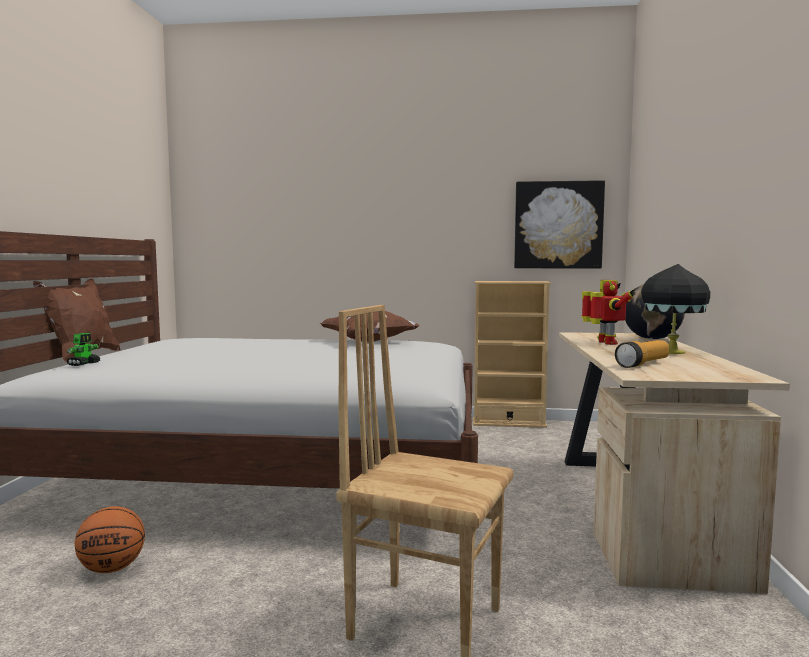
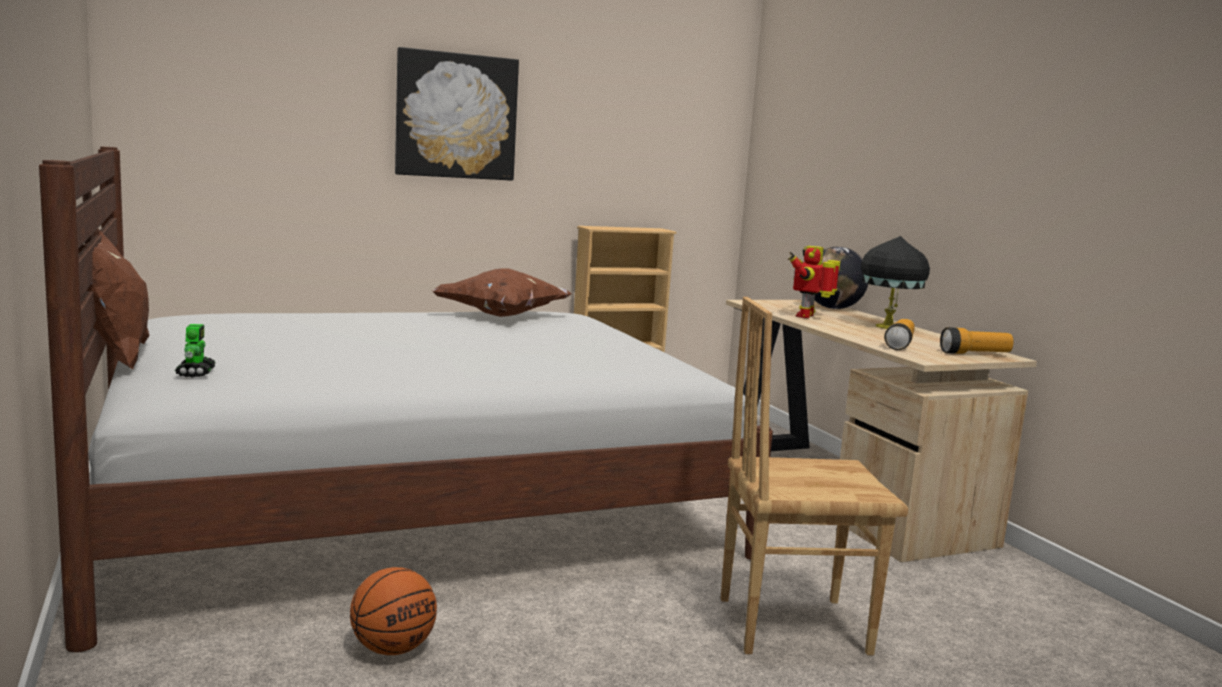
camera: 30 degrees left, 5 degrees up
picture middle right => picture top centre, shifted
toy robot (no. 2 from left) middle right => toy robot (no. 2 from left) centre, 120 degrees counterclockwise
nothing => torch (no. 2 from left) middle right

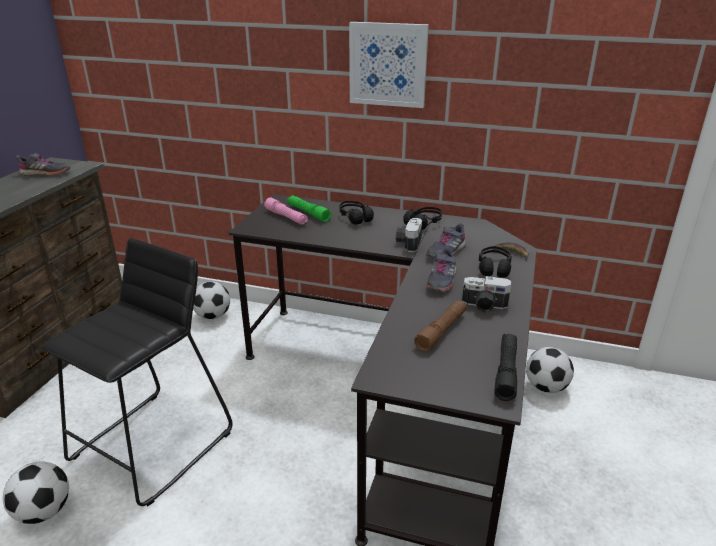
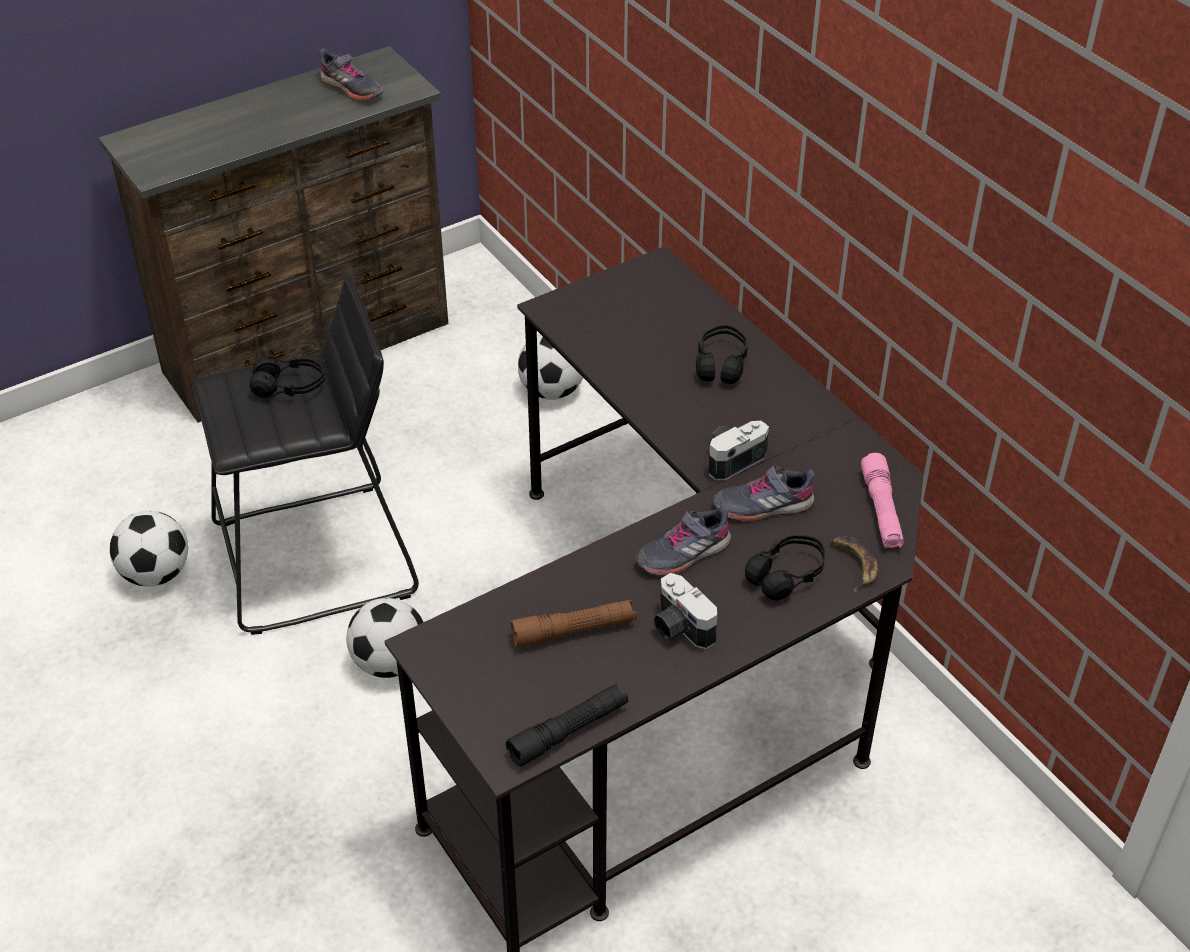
camera: 40 degrees right, 15 degrees up
pinkish torch centre => pinkish torch middle right, shifted
greenish torch centre => nothing
picture top centre => nothing
black pair of headphones (no. 2 from left in the first image) centre => black pair of headphones (no. 1 from left) middle left, shifted
football (no. 3 from left in the first image) bottom right => football (no. 2 from left) bottom left, shifted

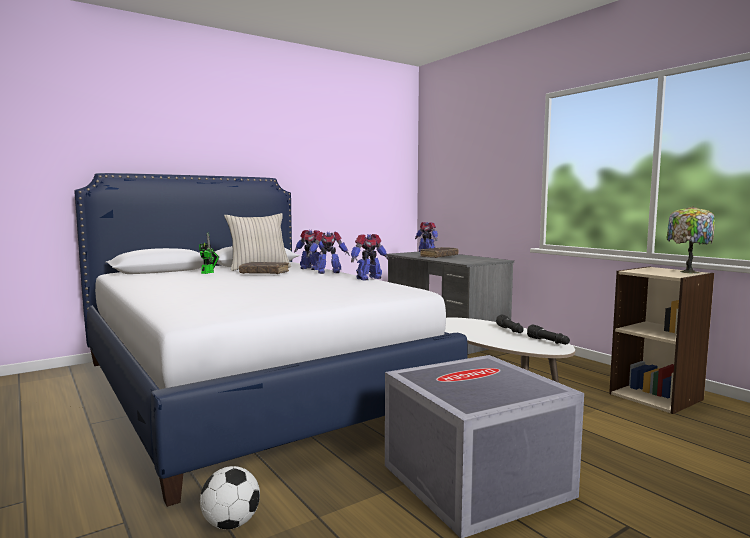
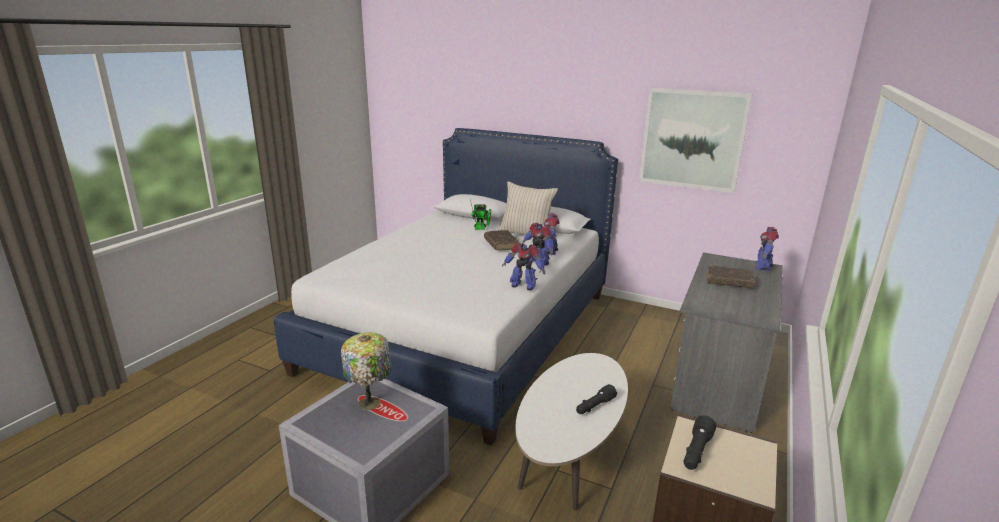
camera: 60 degrees right, 15 degrees up
football bottom left => nothing
black torch (no. 2 from left) middle right => black torch (no. 2 from left) bottom right, shifted
tabletop lamp middle right => tabletop lamp bottom centre, shifted
nothing => picture top right

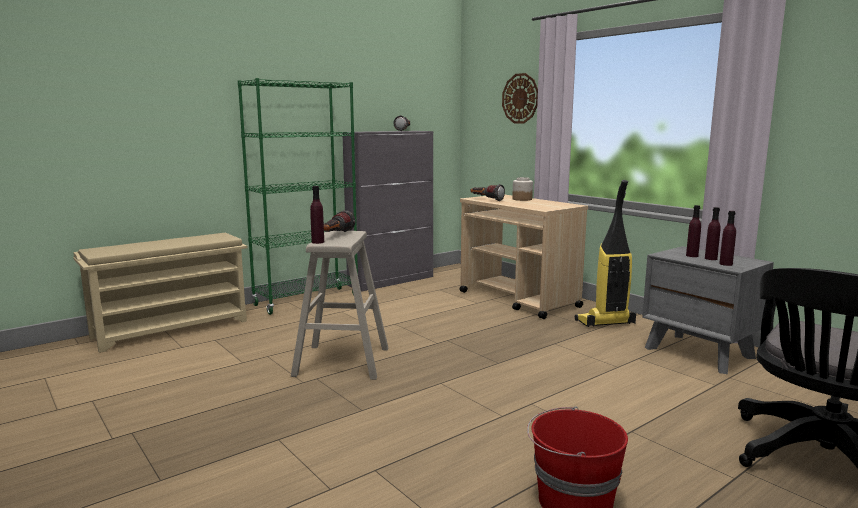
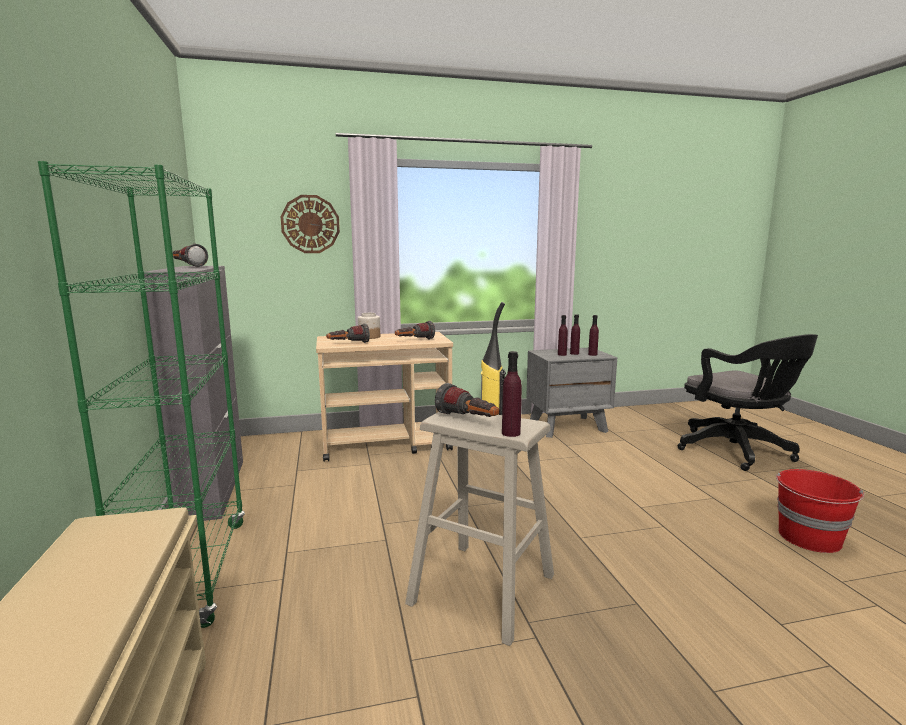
camera: 65 degrees left, 0 degrees up
nothing => torch (no. 3 from left) centre

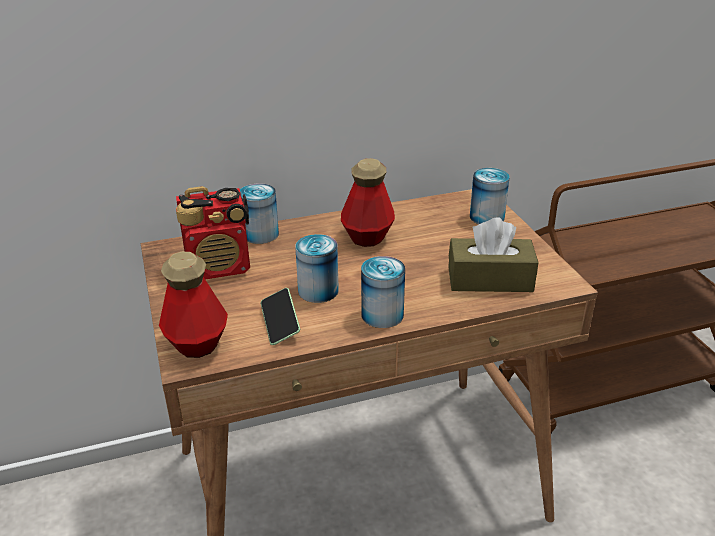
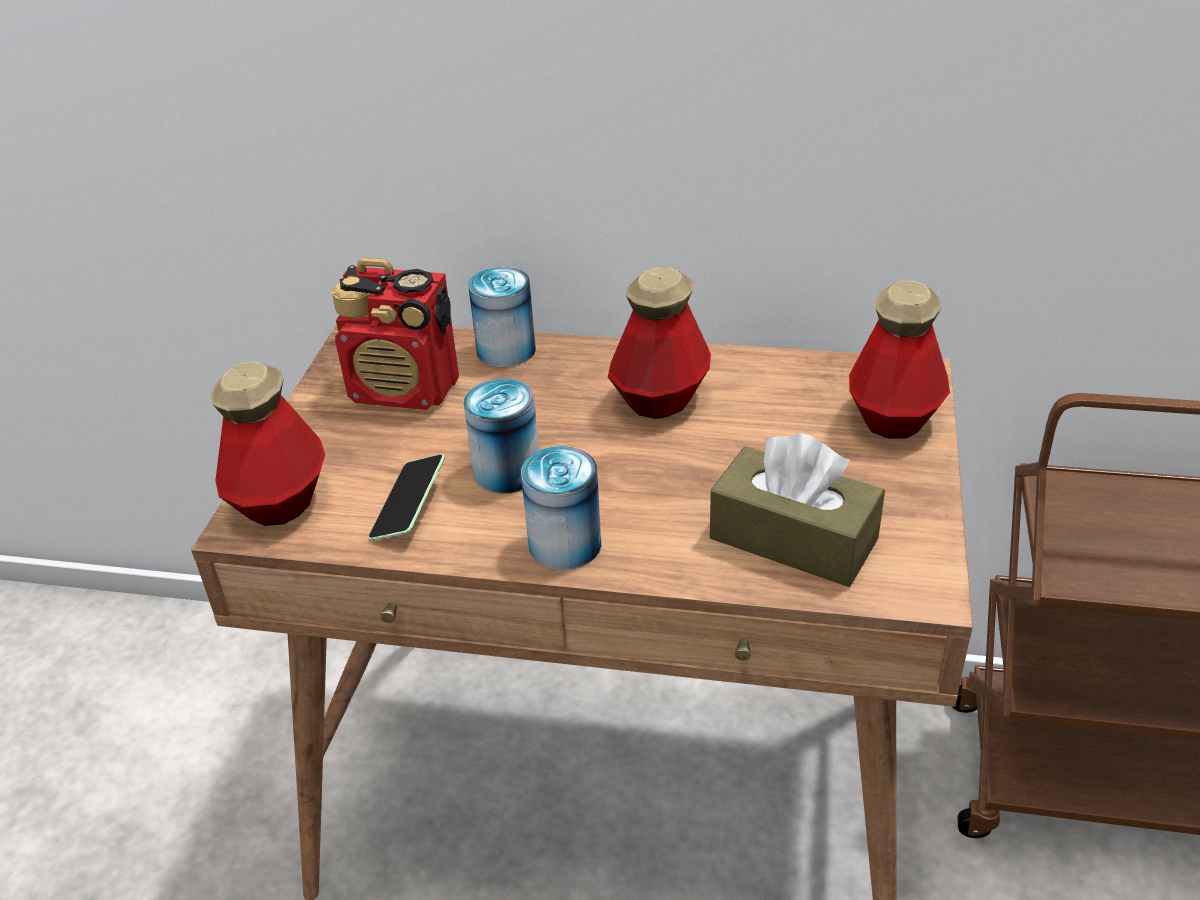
camera: 30 degrees right, 5 degrees up
sealed can (no. 4 from left) middle right => bottle (no. 3 from left) middle right

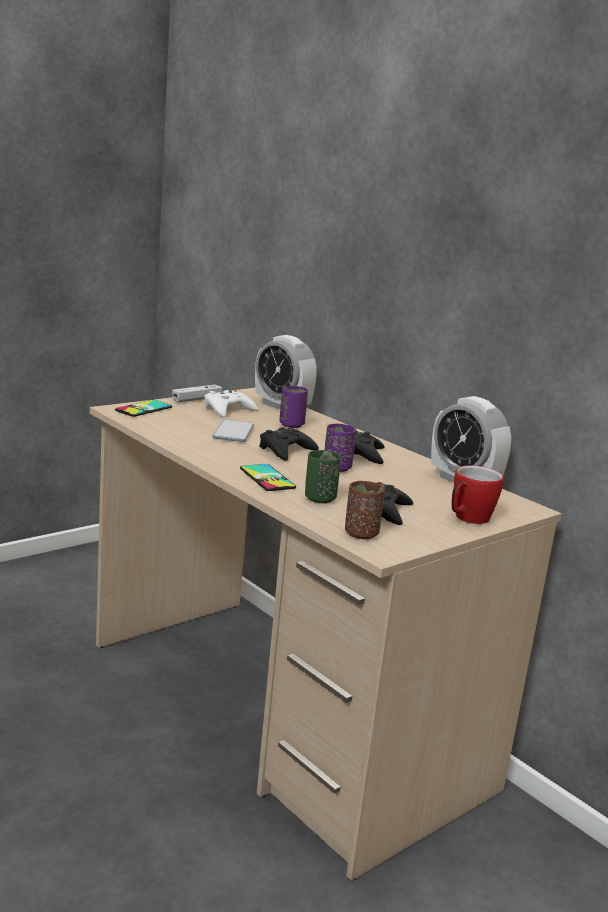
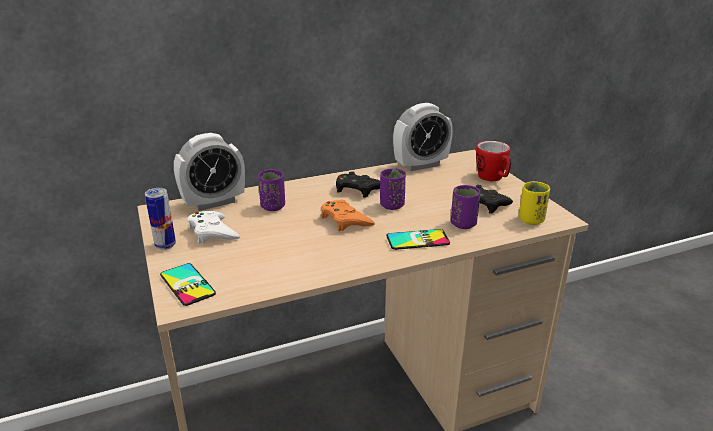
camera: 70 degrees left, 10 degrees up
whitish gamepad (no. 1 from left) middle left => sealed can middle left
phone (no. 2 from left) centre => nothing
black gamepad (no. 1 from left) centre => orange-coloured gamepad centre
greenish small cup centre => purplish small cup (no. 3 from left) centre
brownish small cup centre => yellow-coloured small cup middle right

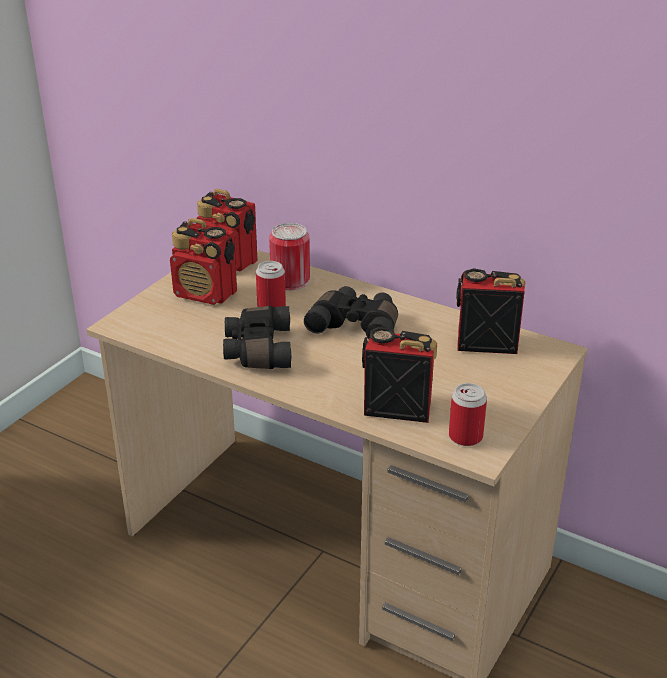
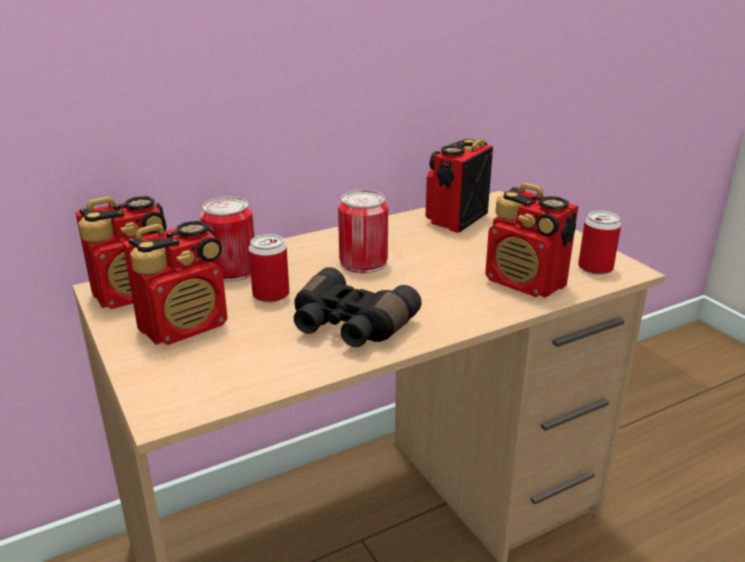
camera: 60 degrees left, 5 degrees down
black pair of binoculars (no. 2 from left) centre => sealed can (no. 3 from left) centre
radio receiver (no. 3 from left in the first image) centre => radio receiver (no. 4 from left) middle right, 90 degrees counterclockwise

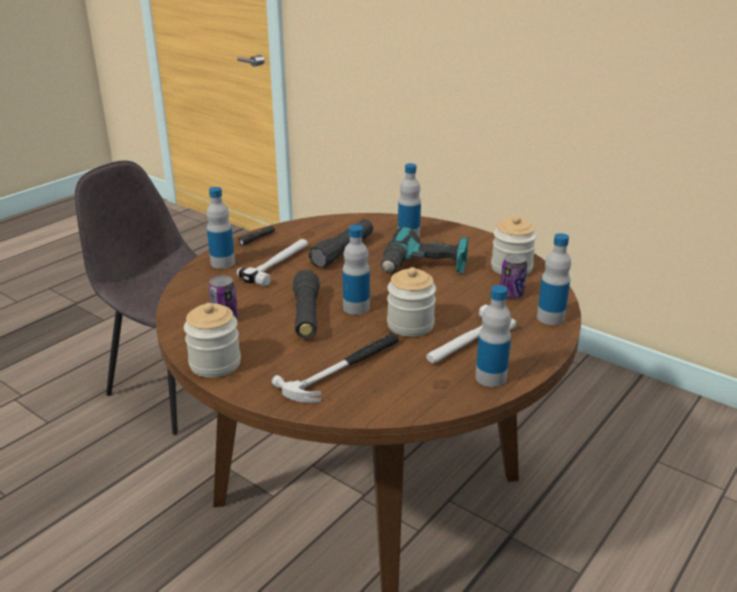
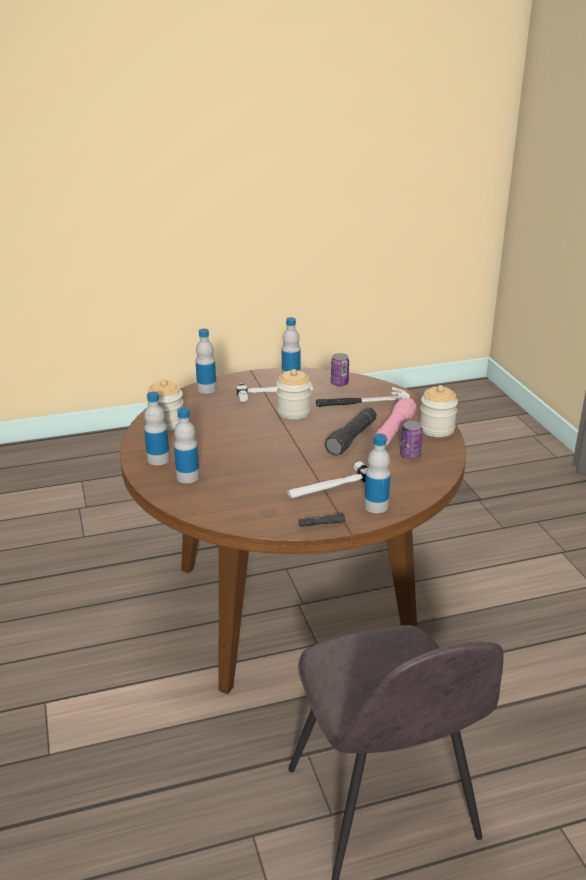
camera: 145 degrees left, 0 degrees up
black torch (no. 3 from left) centre => nothing
bottle (no. 2 from left in the first image) centre => bottle (no. 1 from left) middle left, shifted
drill centre => nothing
sealed can (no. 2 from left in the first image) middle right => sealed can (no. 1 from left) centre, shifted
nothing => pinkish torch middle right

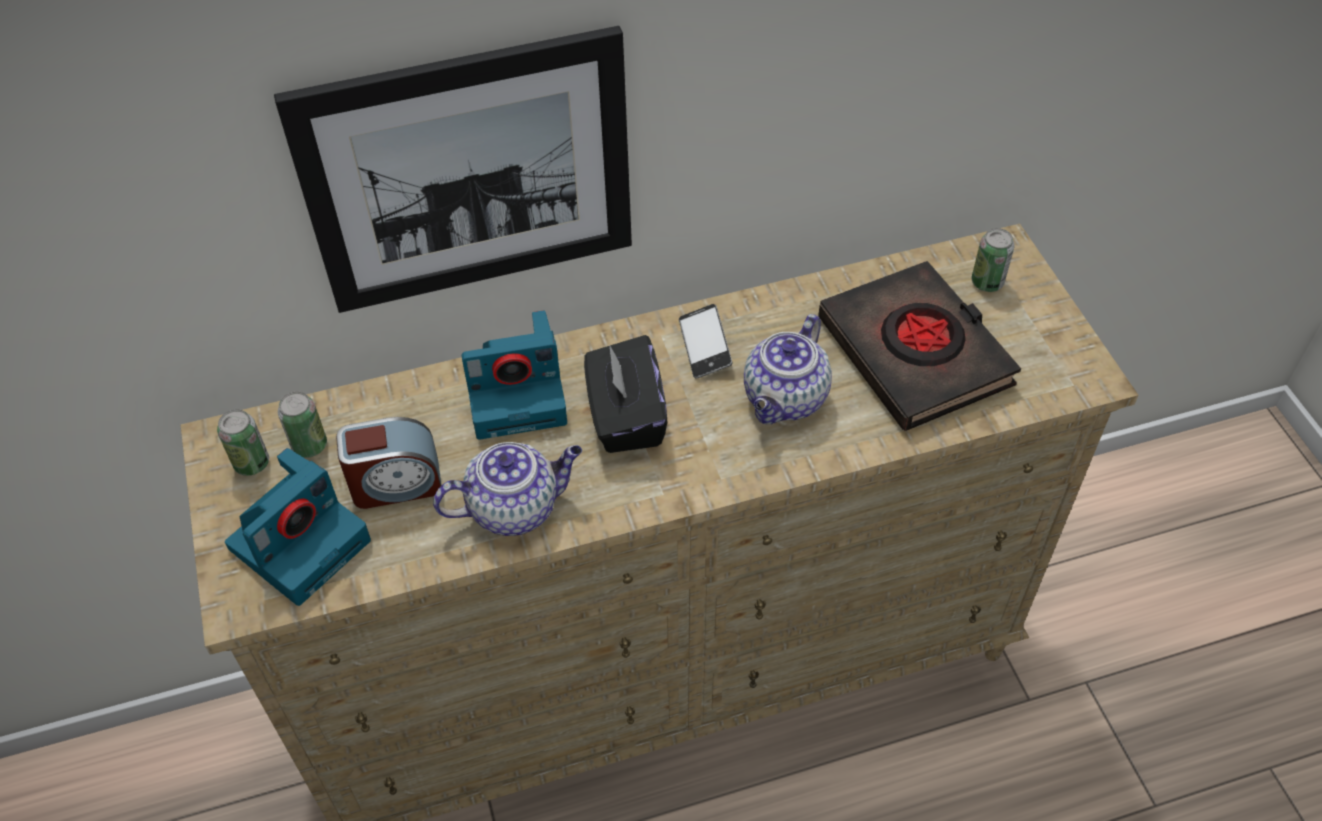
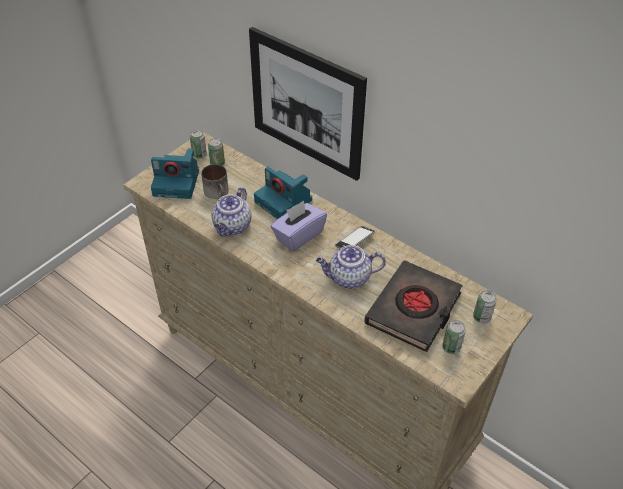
camera: 55 degrees right, 5 degrees down
table clock middle left => coffee mug centre
tea pot (no. 1 from left) centre, 75 degrees clockwise
black tissue box centre => purplish tissue box centre
nothing => sealed can (no. 3 from left) bottom right

